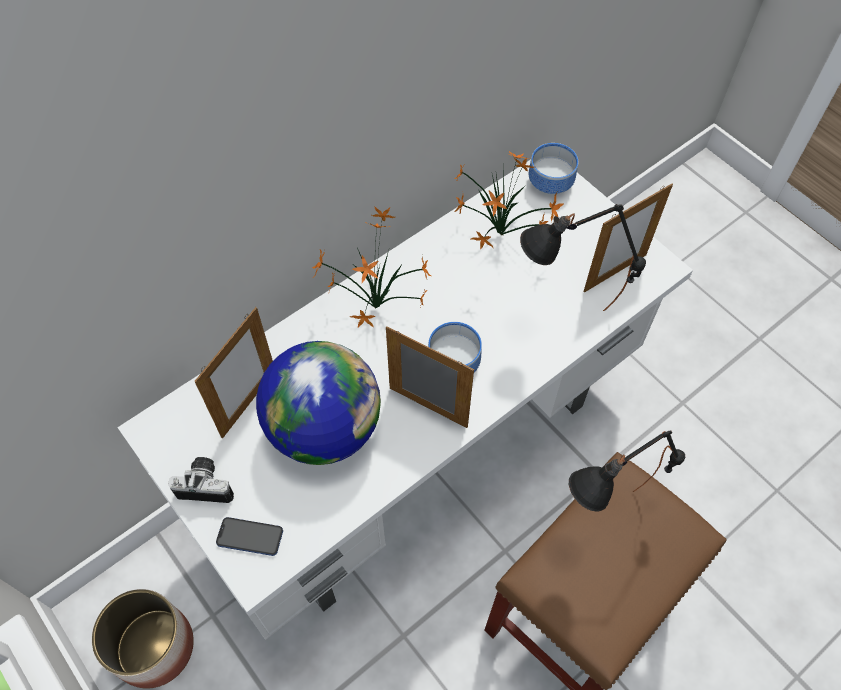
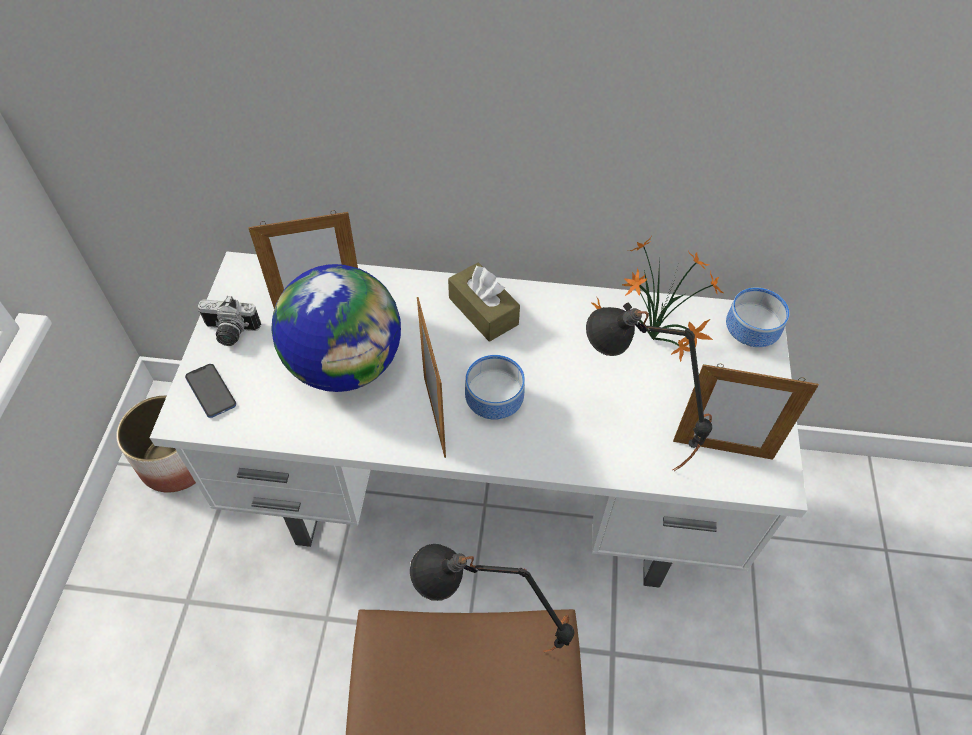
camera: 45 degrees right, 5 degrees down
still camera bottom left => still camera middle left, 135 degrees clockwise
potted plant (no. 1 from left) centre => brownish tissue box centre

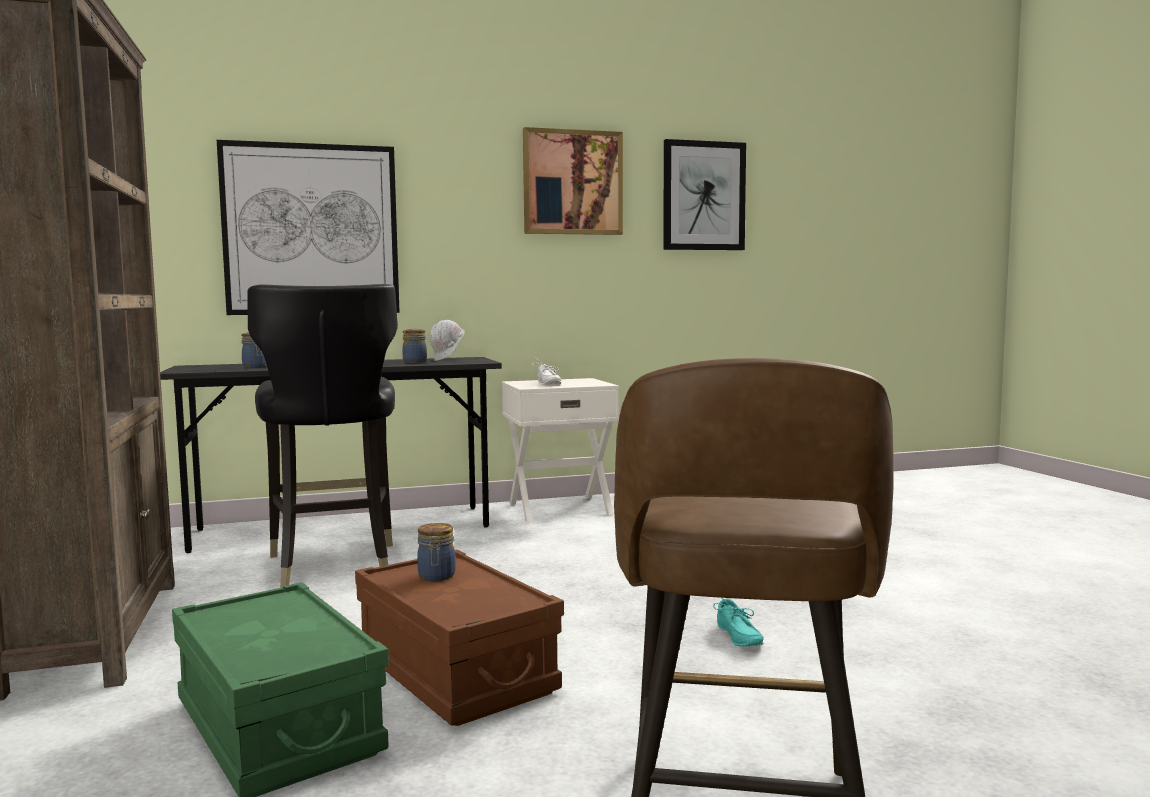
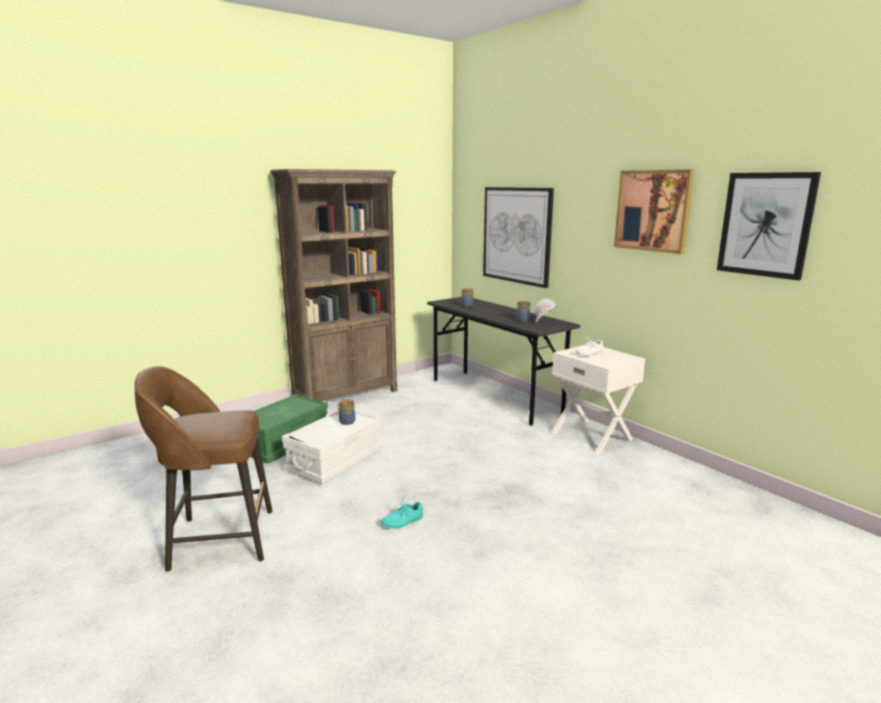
camera: 70 degrees right, 10 degrees up
black upright chair middle left => nothing
brownish storage box bottom centre => whitish storage box centre

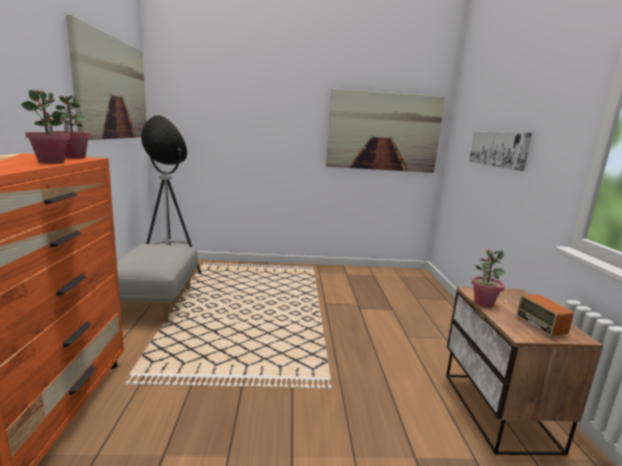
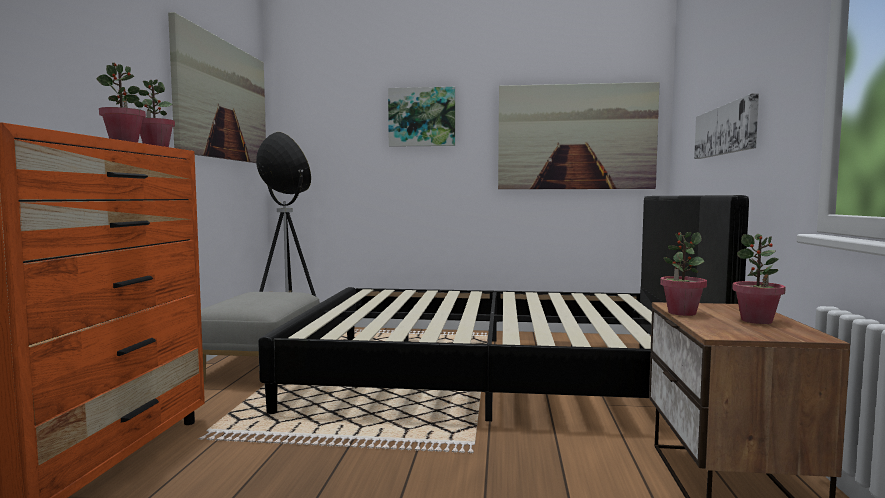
camera: 10 degrees right, 10 degrees down
radio receiver bottom right => potted plant (no. 4 from left) middle right
nothing => black bedroom bed centre
nothing => picture (no. 2 from left) top centre

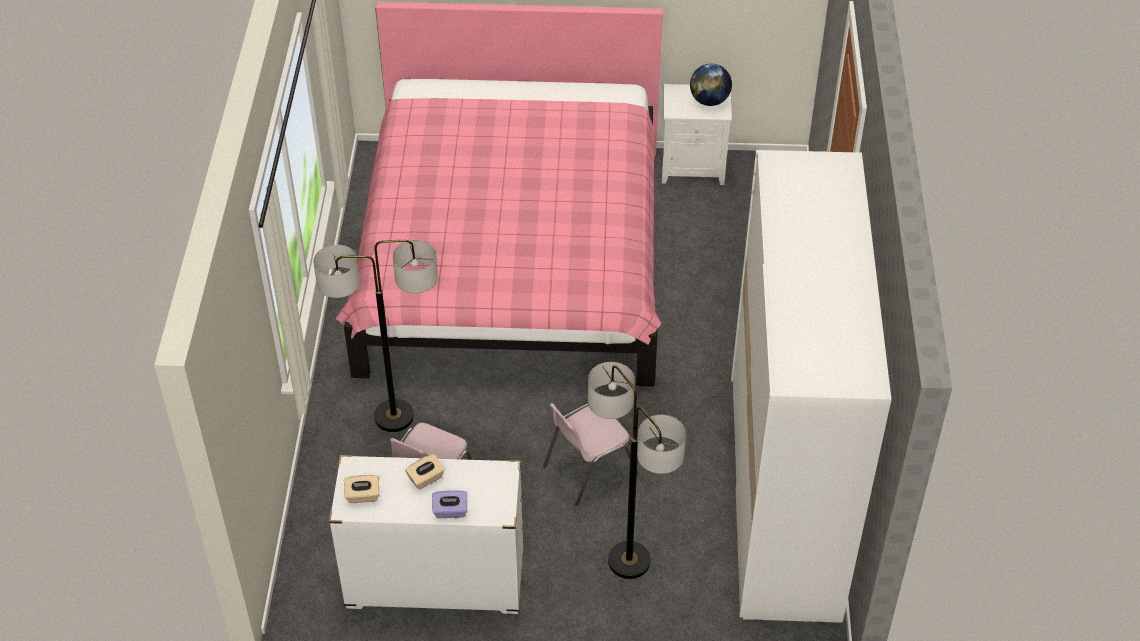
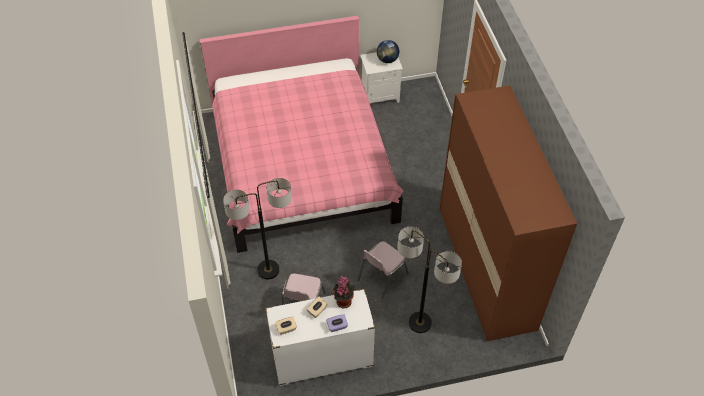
camera: 15 degrees left, 5 degrees up
whitish armoire middle right => brownish armoire middle right
nothing => potted plant bottom centre

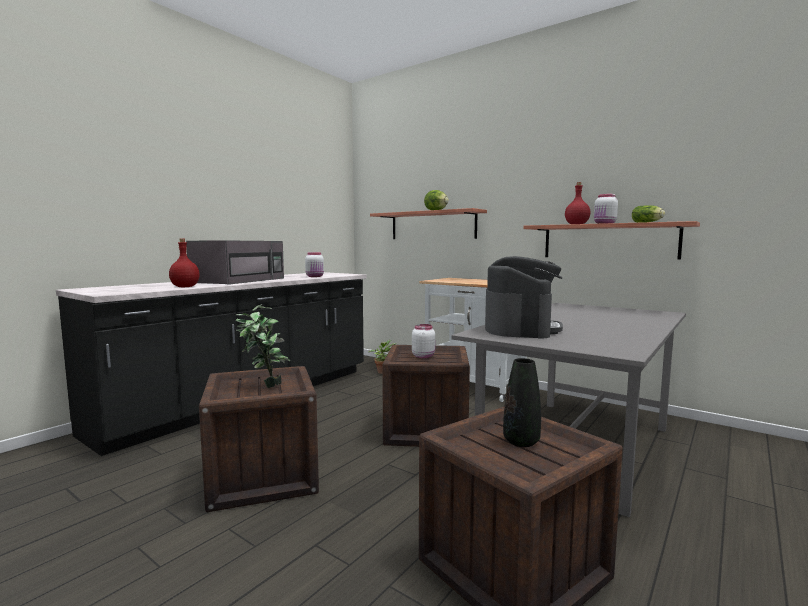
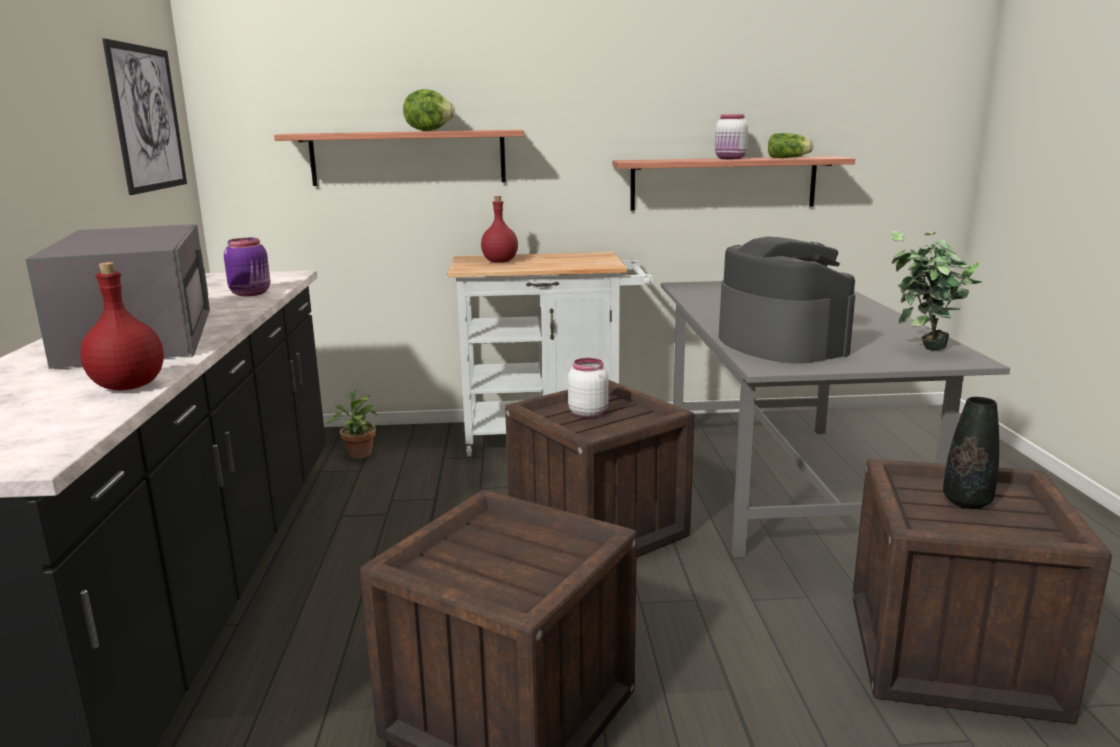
camera: 40 degrees left, 10 degrees up
potted plant (no. 1 from left in the first image) middle left => potted plant (no. 2 from left) middle right, shifted
whitish storage jar (no. 1 from left) centre => purplish storage jar middle left
red-coloured bottle (no. 2 from left) middle right => red-coloured bottle (no. 2 from left) top centre, shifted
nothing => picture top left

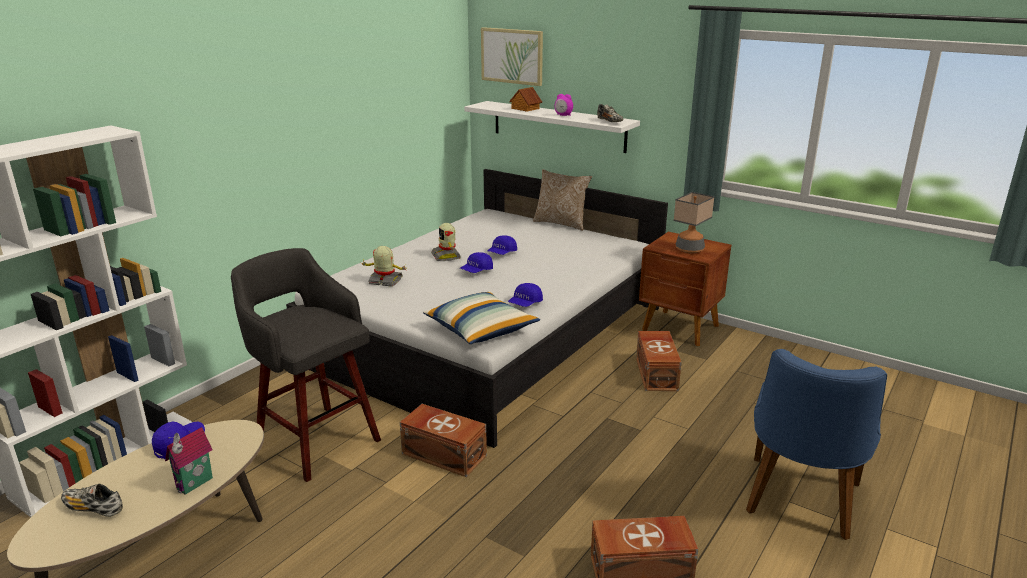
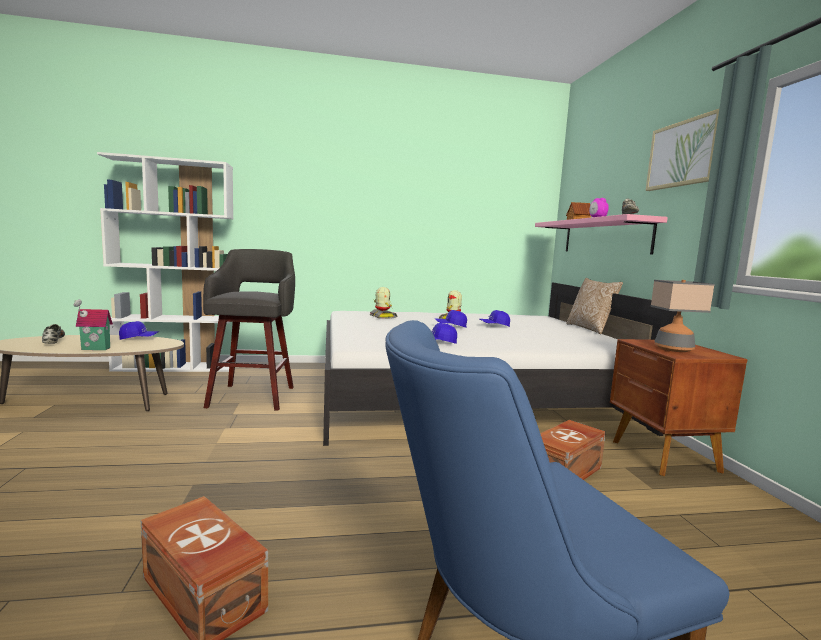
camera: 45 degrees right, 15 degrees down
brownish storage box (no. 1 from left) bottom centre => nothing
throw pillow (no. 1 from left) centre => nothing
whitish bracket shelf top centre => pinkish bracket shelf middle right
picture top centre => picture top right, shifted

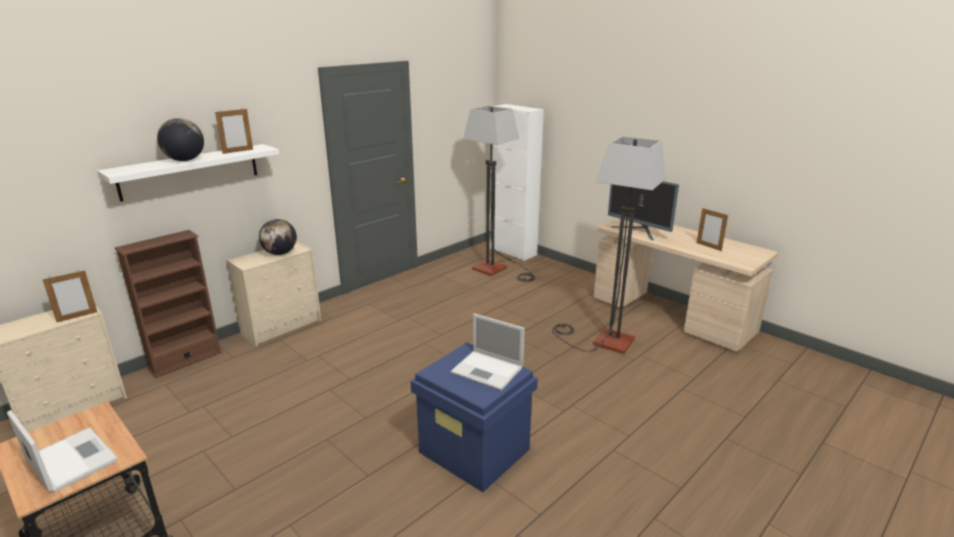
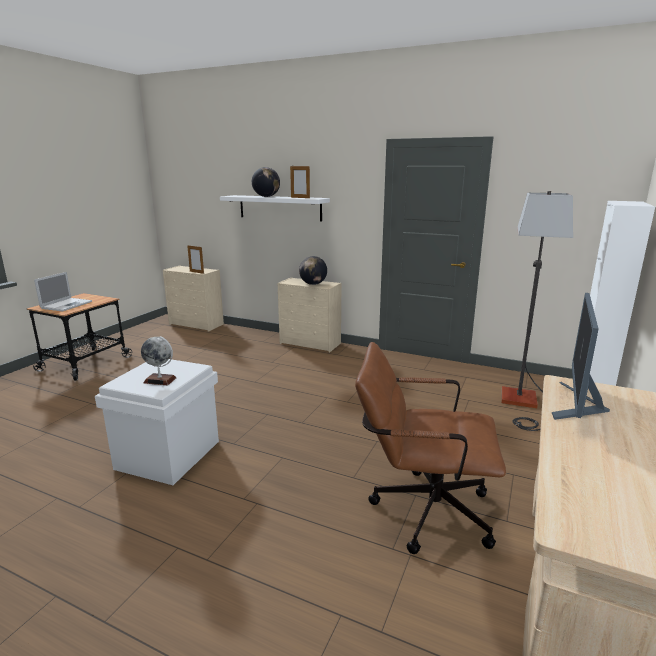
camera: 70 degrees right, 5 degrees down
brownish bookcase middle left => nothing
blue storage box bottom centre => whitish storage box middle left
laptop (no. 2 from left) centre => globe (no. 1 from left) middle left
standard lamp (no. 2 from left) centre => brownish computer chair bottom centre
photo frame (no. 3 from left) middle right => nothing

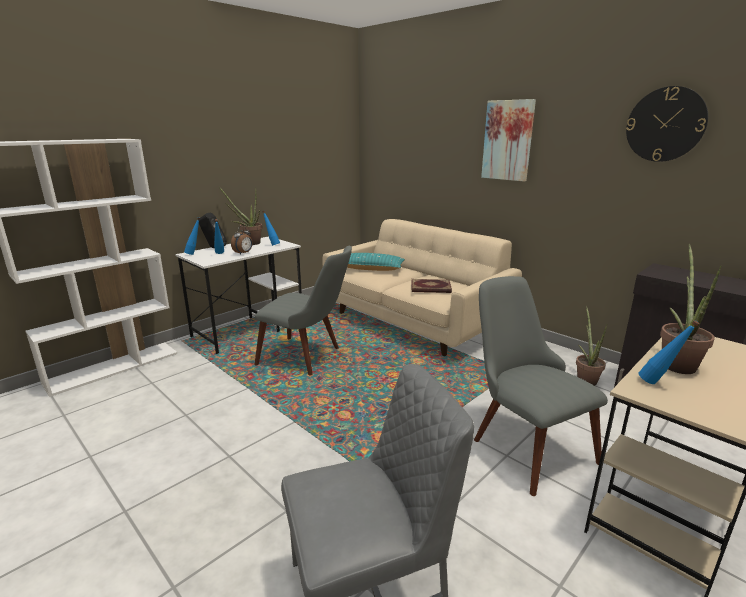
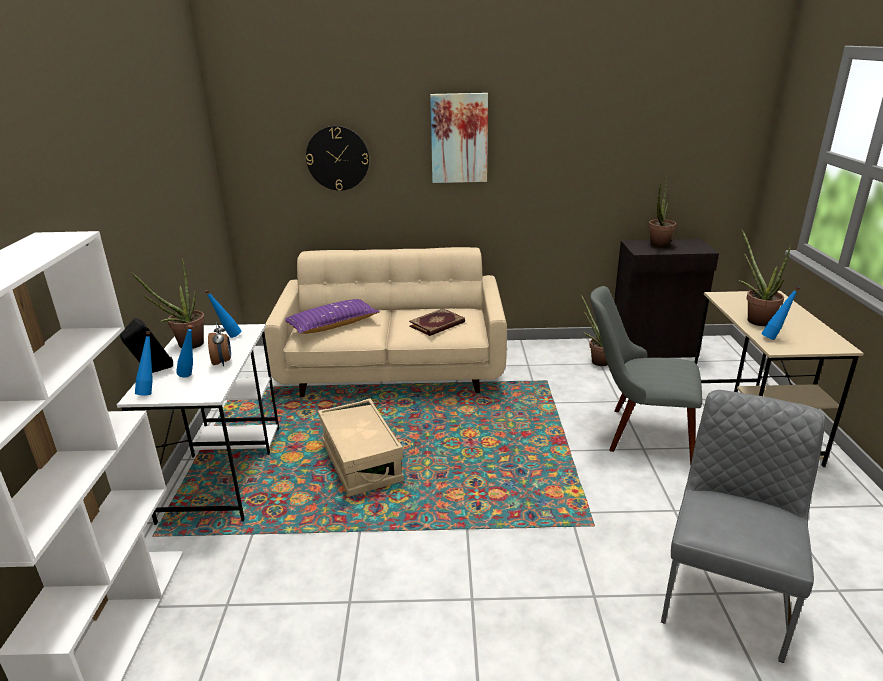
camera: 45 degrees left, 5 degrees up
greyish upright chair (no. 1 from left) centre => sand-coloured storage box centre
turquoise-coloured throw pillow centre => purplish throw pillow centre
wall clock top right => wall clock top centre, shifted
nothing => potted plant (no. 3 from left) top right

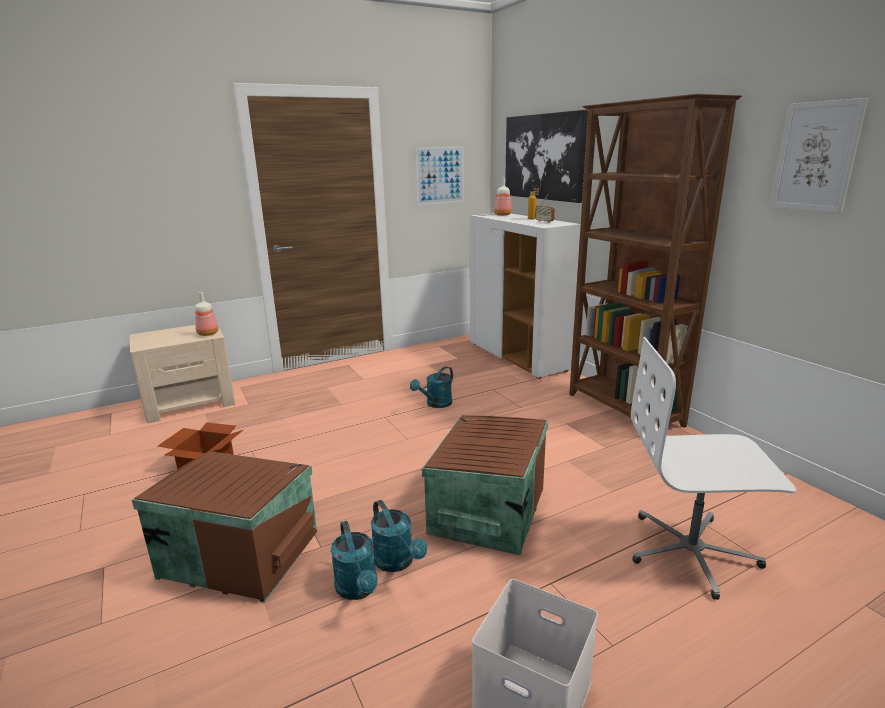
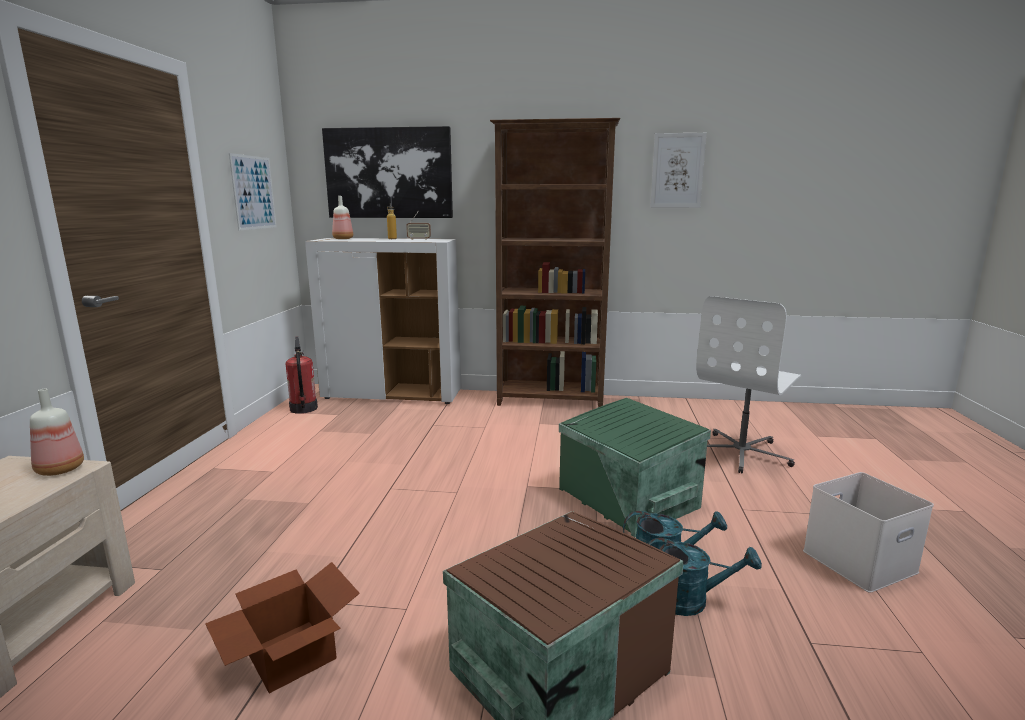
camera: 55 degrees left, 5 degrees down
turquoise-coloured watering pot (no. 3 from left) centre => nothing
brownish storage box (no. 2 from left) bottom centre => greenish storage box centre
nothing => fire extinguisher middle left

